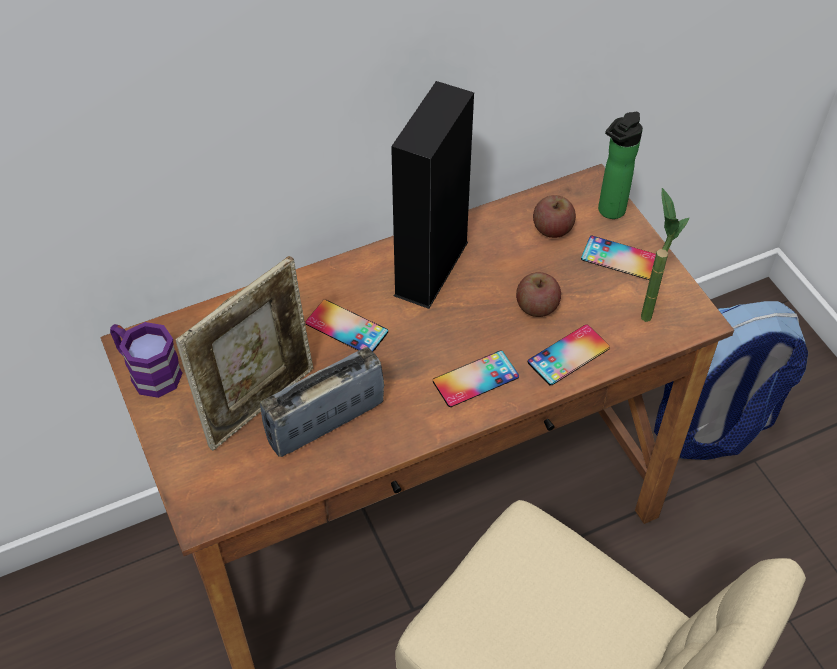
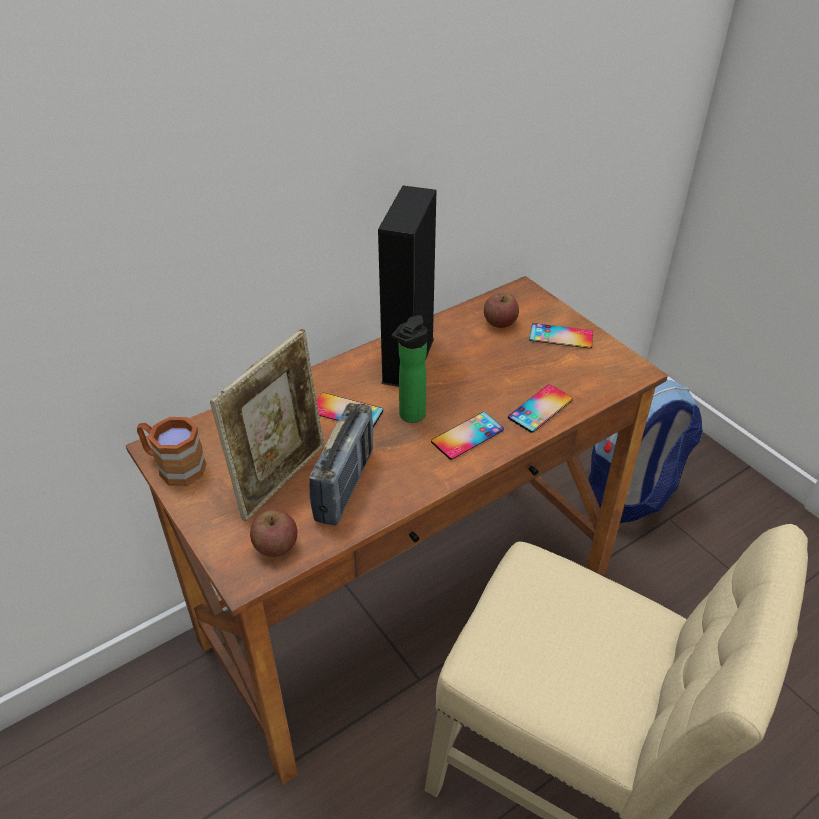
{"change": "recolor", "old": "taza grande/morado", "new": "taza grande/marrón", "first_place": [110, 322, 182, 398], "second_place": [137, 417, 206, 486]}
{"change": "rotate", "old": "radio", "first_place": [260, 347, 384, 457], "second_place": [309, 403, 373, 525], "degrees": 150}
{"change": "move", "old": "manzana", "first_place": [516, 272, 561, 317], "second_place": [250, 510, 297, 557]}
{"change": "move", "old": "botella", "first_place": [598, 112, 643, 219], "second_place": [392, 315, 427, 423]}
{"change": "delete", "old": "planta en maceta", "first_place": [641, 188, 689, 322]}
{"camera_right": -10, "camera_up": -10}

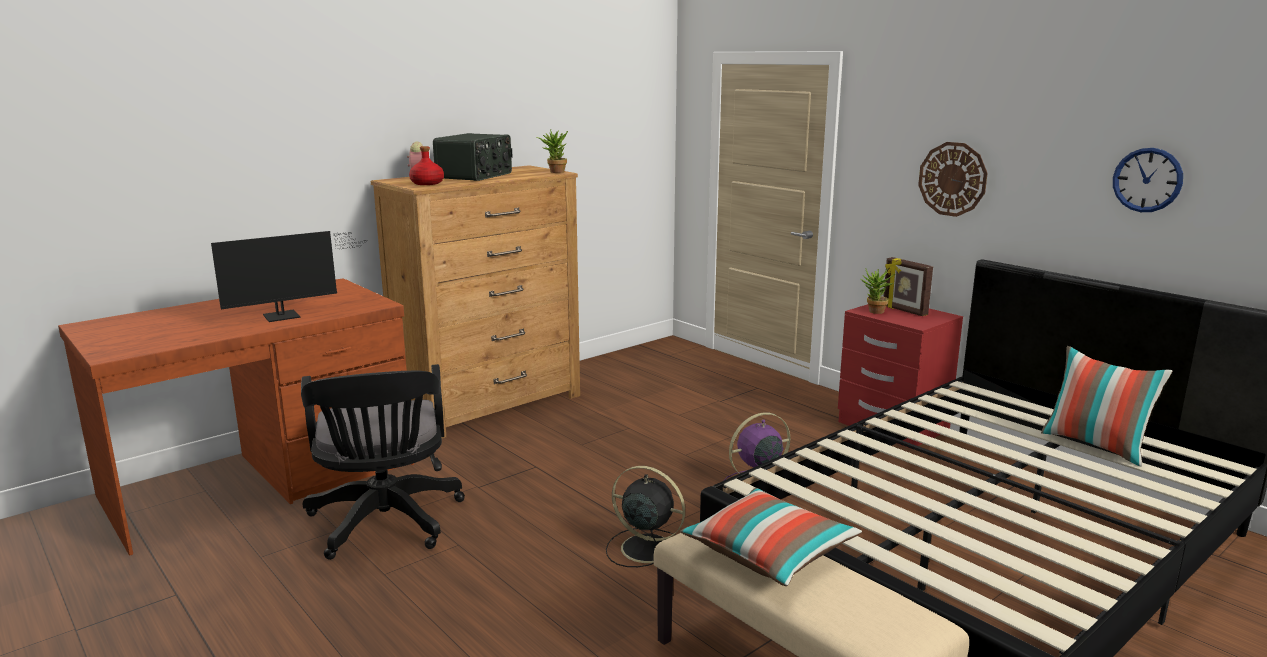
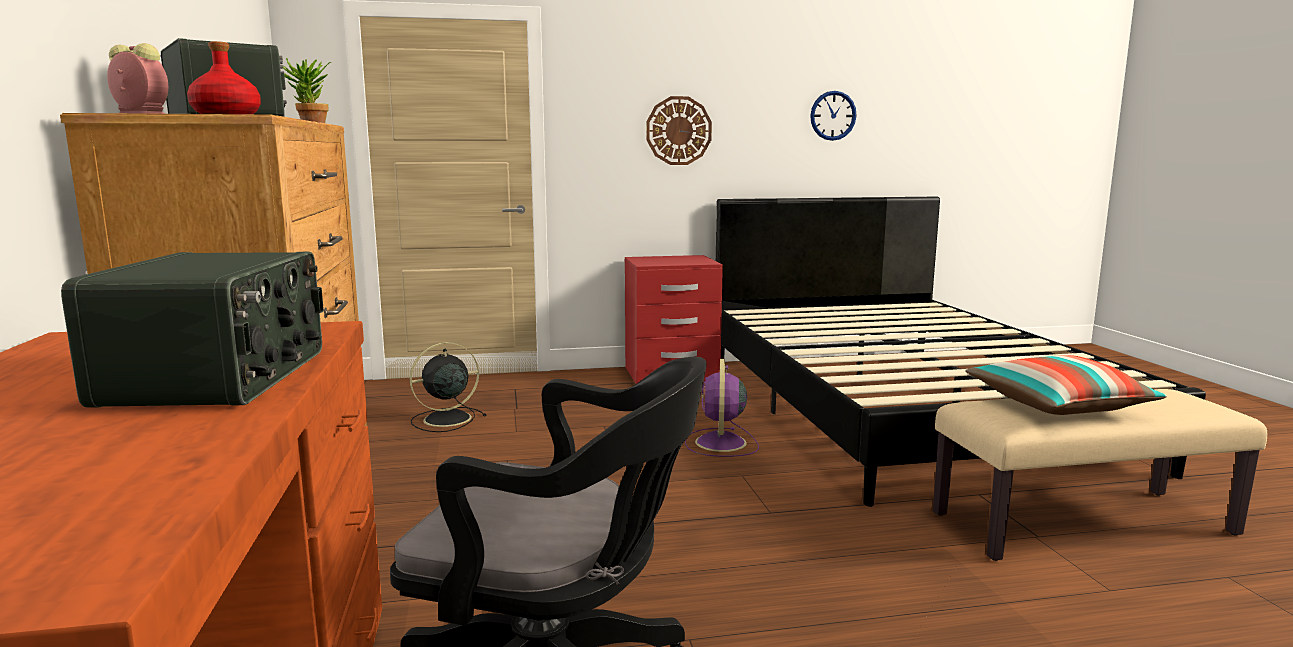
{"change": "replace", "old": "monitor", "new": "radio", "first_place": [211, 231, 364, 322], "second_place": [61, 252, 324, 408]}
{"change": "move", "old": "ventilador/negro", "first_place": [606, 466, 685, 567], "second_place": [410, 342, 487, 432]}
{"change": "delete", "old": "planta en maceta", "first_place": [861, 268, 895, 314]}
{"change": "delete", "old": "portarretratos", "first_place": [883, 257, 933, 316]}
{"change": "delete", "old": "cojín", "first_place": [1041, 346, 1172, 467]}
{"camera_right": -60, "camera_up": -5}

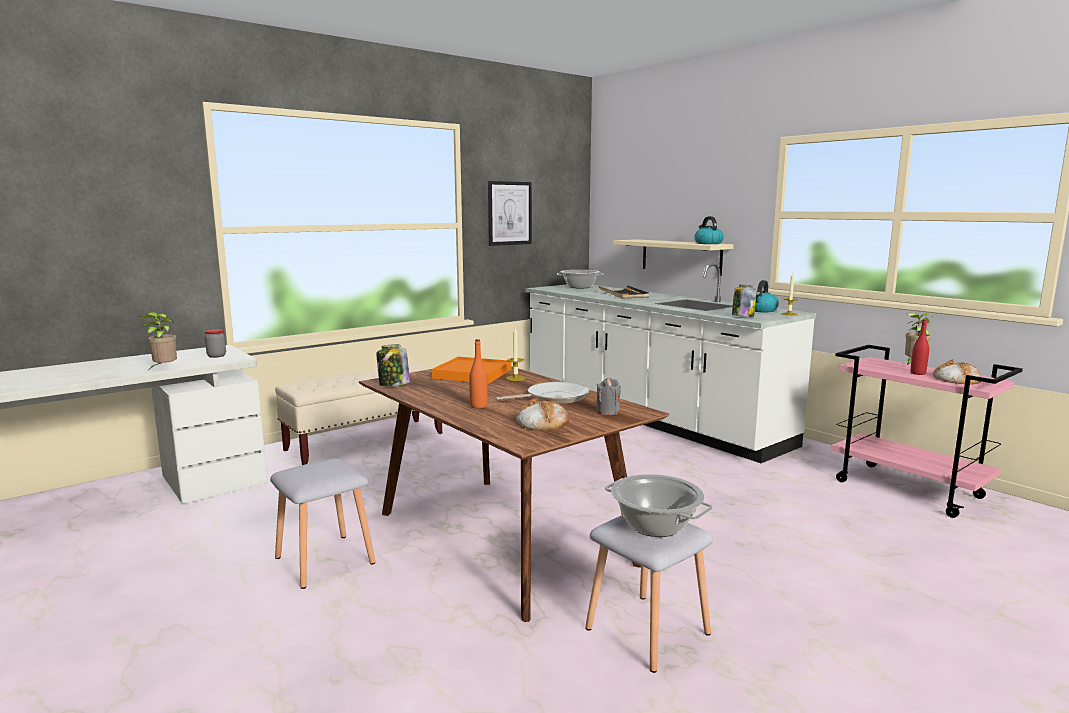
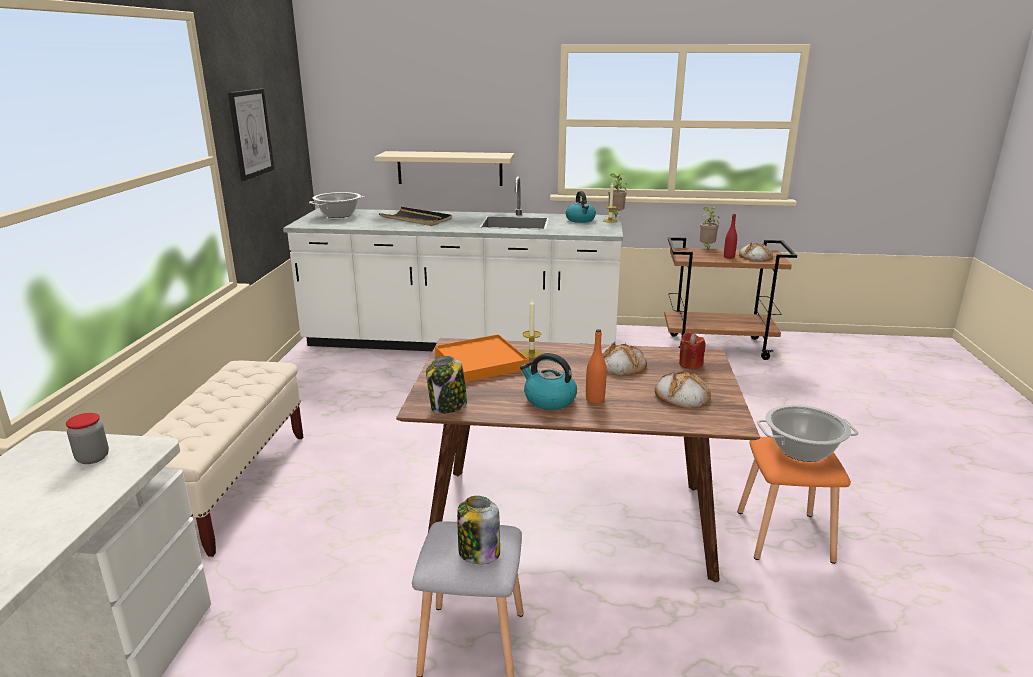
{"change": "move", "old": "planta en maceta", "first_place": [139, 312, 177, 369], "second_place": [608, 173, 627, 217]}
{"change": "replace", "old": "sartén", "new": "pan", "first_place": [496, 382, 589, 404], "second_place": [601, 342, 647, 376]}
{"change": "recolor", "old": "taburete/gris", "new": "taburete/naranja", "first_place": [585, 515, 713, 673], "second_place": [737, 437, 851, 564]}
{"change": "recolor", "old": "vela/gris", "new": "vela/rojo", "first_place": [596, 378, 621, 415], "second_place": [679, 332, 706, 369]}
{"change": "move", "old": "hervidor", "first_place": [694, 216, 724, 244], "second_place": [520, 353, 577, 410]}
{"change": "move", "old": "tarro", "first_place": [732, 285, 756, 317], "second_place": [457, 496, 500, 564]}
{"change": "recolor", "old": "carrito/rosa", "new": "carrito/marrón", "first_place": [831, 345, 1023, 518], "second_place": [664, 237, 797, 360]}
{"camera_right": -45, "camera_up": 10}

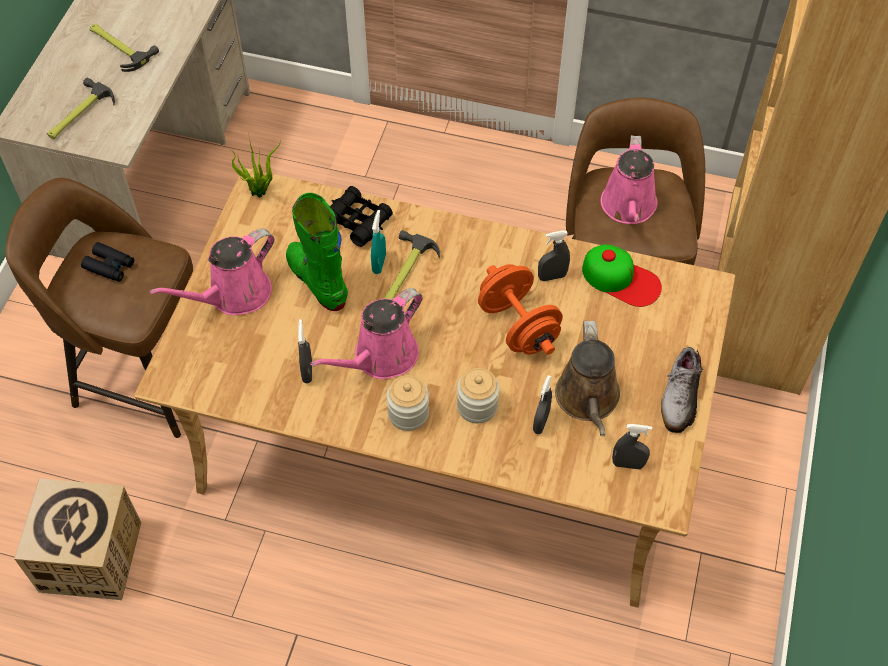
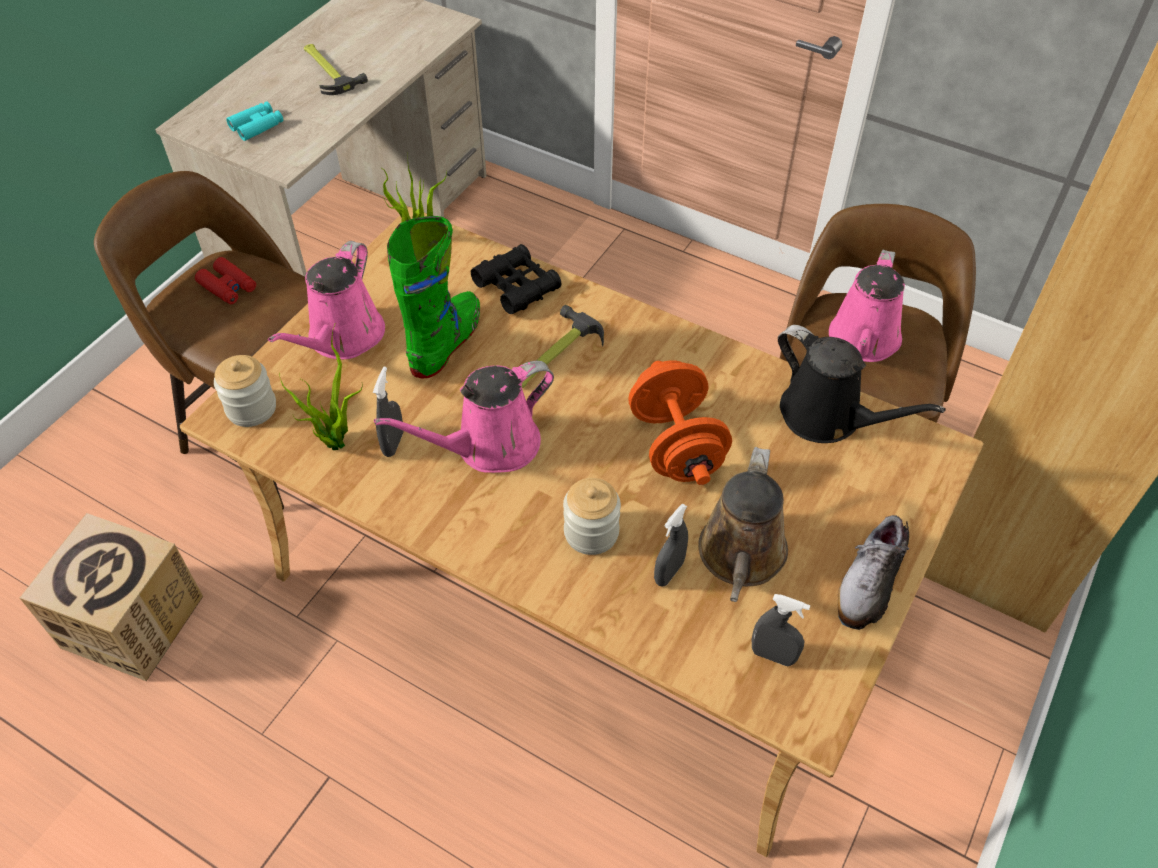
{"change": "replace", "old": "martillo", "new": "prismáticos/turquesa", "first_place": [47, 78, 115, 139], "second_place": [226, 101, 283, 141]}
{"change": "recolor", "old": "prismáticos/negro", "new": "prismáticos/rojo", "first_place": [81, 242, 134, 282], "second_place": [195, 257, 256, 304]}
{"change": "rotate", "old": "regadera/rosa", "first_place": [150, 229, 274, 315], "second_place": [268, 241, 385, 360], "degrees": -45}
{"change": "rotate", "old": "bota/verde", "first_place": [286, 193, 348, 311], "second_place": [387, 216, 480, 379], "degrees": 45}
{"change": "delete", "old": "pulverizador/turquesa", "first_place": [371, 210, 386, 274]}
{"change": "move", "old": "tarro", "first_place": [386, 375, 429, 431], "second_place": [214, 355, 276, 427]}
{"change": "delete", "old": "pulverizador/gris", "first_place": [538, 230, 570, 281]}
{"change": "replace", "old": "gorra", "new": "regadera/negro", "first_place": [582, 244, 662, 307], "second_place": [778, 325, 946, 443]}
{"change": "insert", "new": "planta en maceta", "second_place": [279, 324, 363, 450]}
{"camera_right": 15, "camera_up": -5}

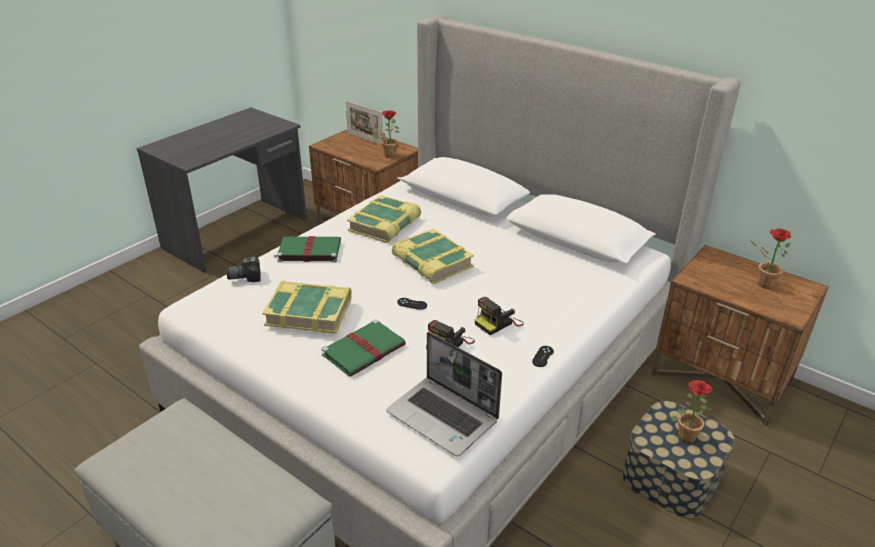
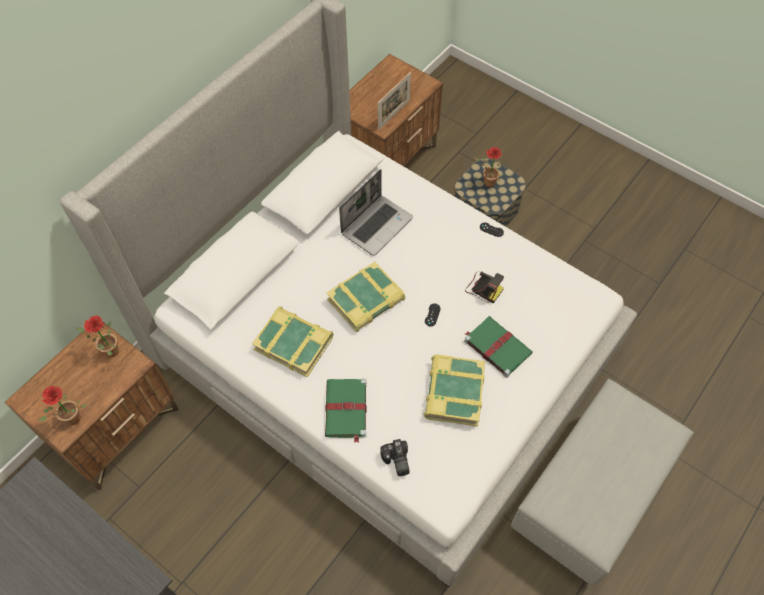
{"change": "move", "old": "portarretratos", "first_place": [346, 101, 383, 145], "second_place": [378, 72, 411, 130]}
{"change": "move", "old": "portátil", "first_place": [386, 332, 502, 457], "second_place": [339, 169, 413, 256]}
{"change": "delete", "old": "cámara", "first_place": [475, 297, 524, 335]}
{"change": "move", "old": "planta en maceta", "first_place": [751, 229, 791, 289], "second_place": [38, 386, 87, 425]}
{"camera_right": -90, "camera_up": 25}

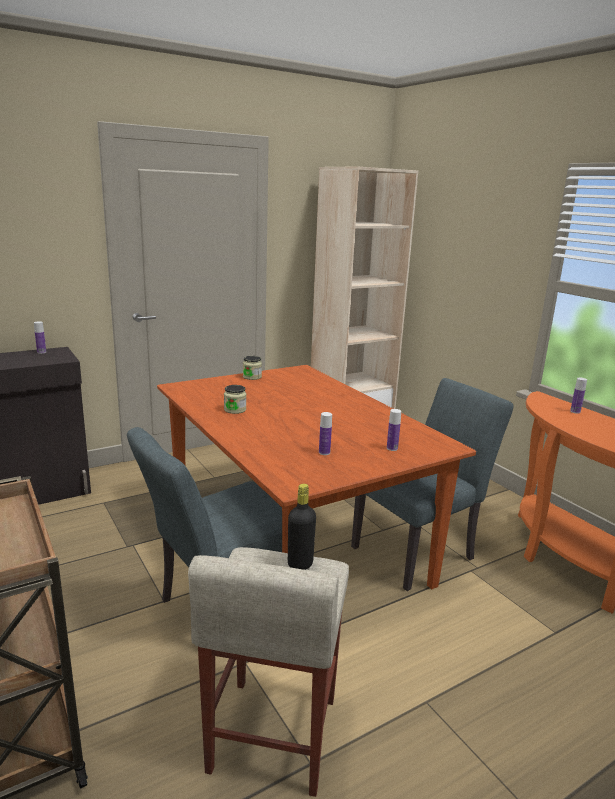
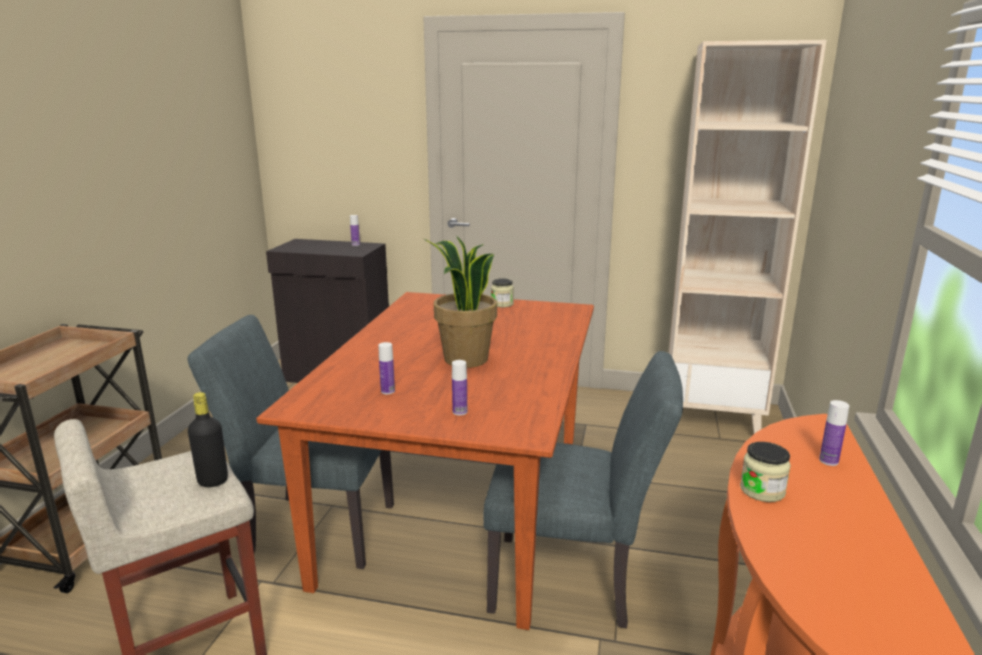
{"change": "move", "old": "tarro", "first_place": [224, 385, 246, 414], "second_place": [740, 442, 791, 502]}
{"change": "insert", "new": "planta en maceta", "second_place": [423, 235, 497, 368]}
{"camera_right": 45, "camera_up": 0}

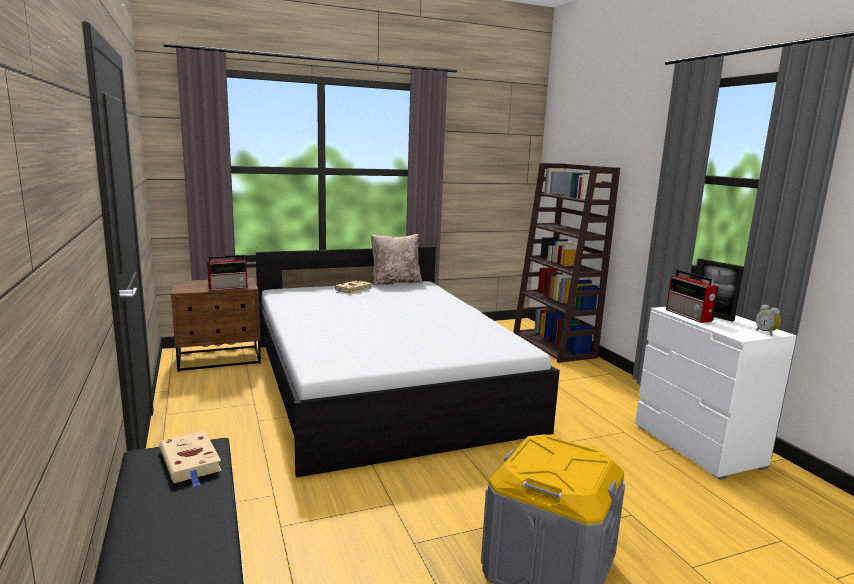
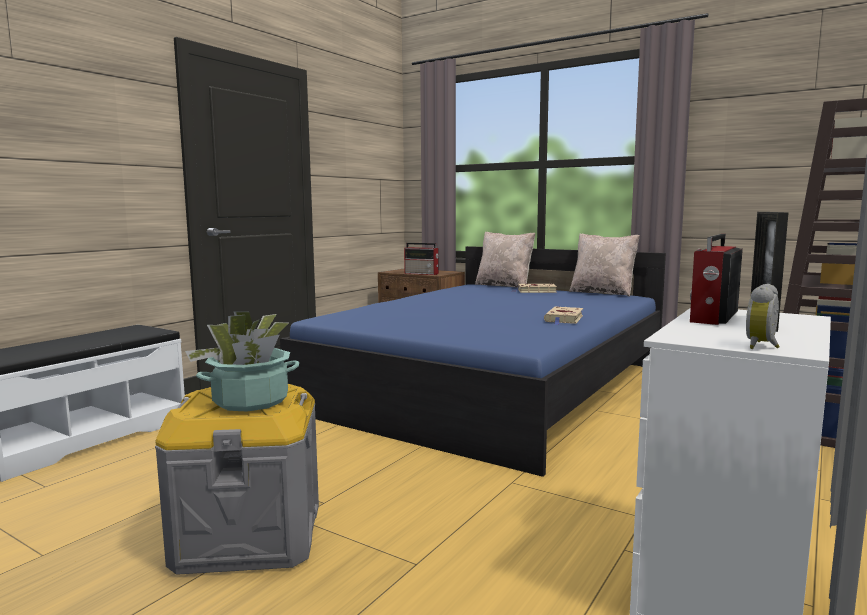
{"change": "move", "old": "libro/beis", "first_place": [159, 431, 222, 487], "second_place": [544, 306, 583, 325]}
{"change": "recolor", "old": "cama/blanco", "new": "cama/azul", "first_place": [256, 246, 560, 478], "second_place": [280, 246, 666, 477]}
{"change": "insert", "new": "planta en maceta", "second_place": [185, 311, 299, 412]}
{"change": "insert", "new": "cojín/beis", "second_place": [475, 231, 535, 287]}
{"camera_right": 55, "camera_up": -5}

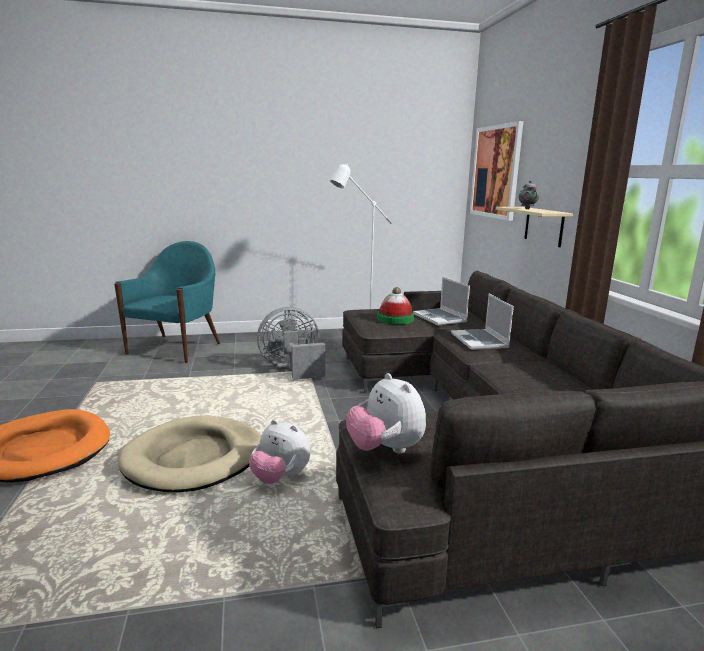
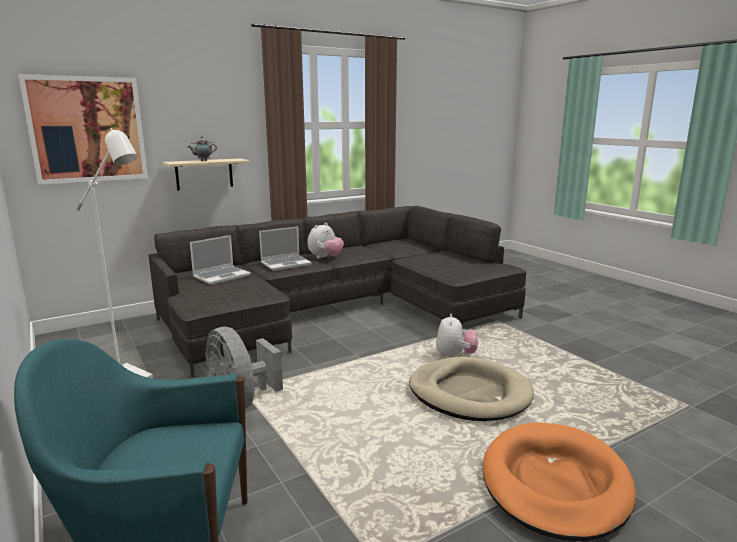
{"change": "move", "old": "peluche", "first_place": [346, 373, 426, 453], "second_place": [307, 223, 344, 259]}
{"change": "delete", "old": "sombrero", "first_place": [377, 287, 414, 324]}
{"camera_right": -110, "camera_up": 0}

